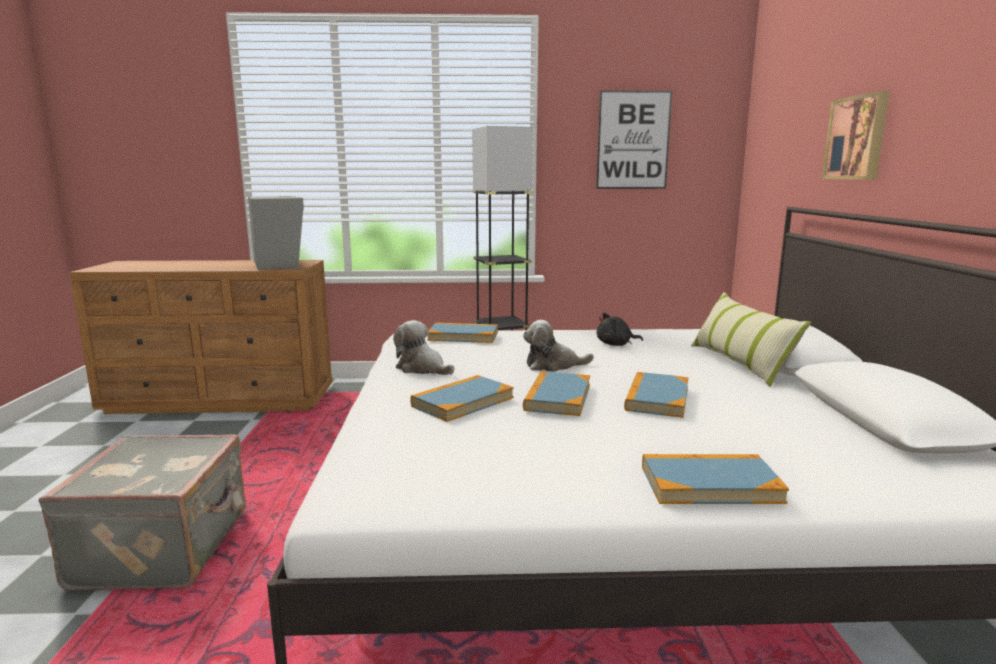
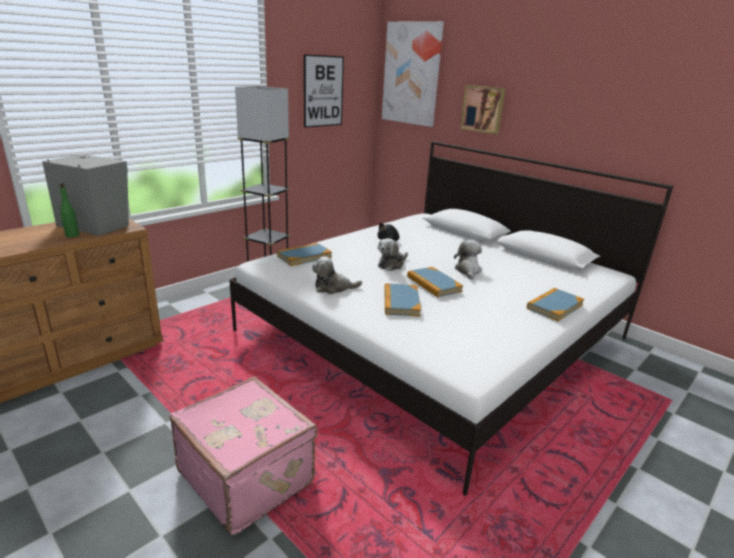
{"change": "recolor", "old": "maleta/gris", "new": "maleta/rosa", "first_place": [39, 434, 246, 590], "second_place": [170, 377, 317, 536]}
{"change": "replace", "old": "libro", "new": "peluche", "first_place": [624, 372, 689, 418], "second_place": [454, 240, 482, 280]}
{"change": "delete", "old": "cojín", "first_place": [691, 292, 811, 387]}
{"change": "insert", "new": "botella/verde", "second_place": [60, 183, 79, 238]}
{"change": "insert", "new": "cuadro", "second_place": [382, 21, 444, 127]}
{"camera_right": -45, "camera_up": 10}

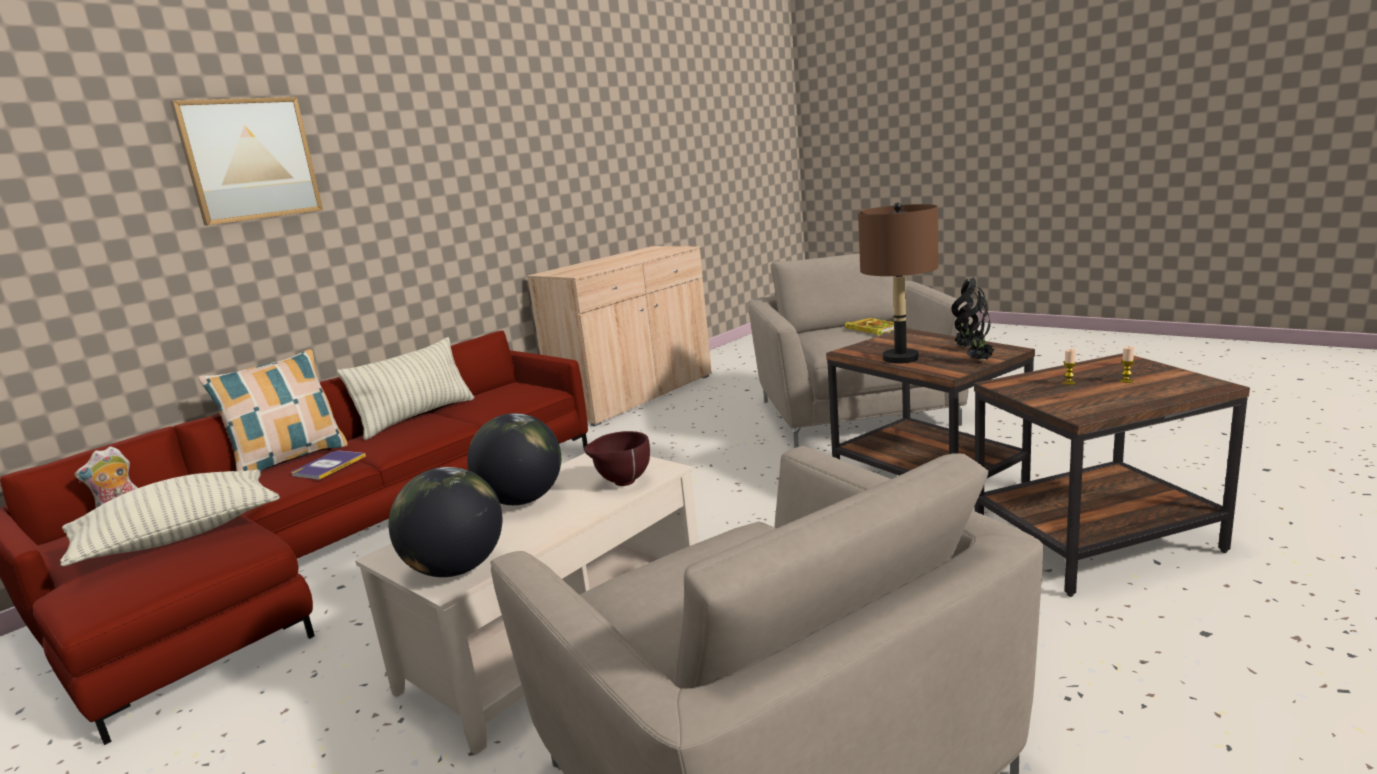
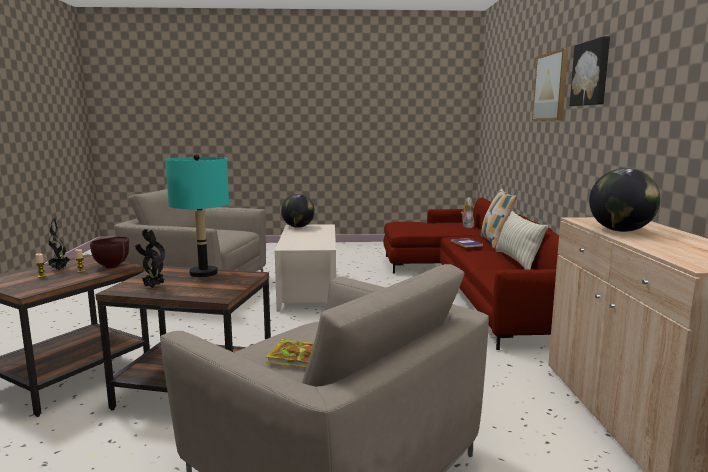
{"change": "delete", "old": "cojín", "first_place": [60, 469, 280, 566]}
{"change": "move", "old": "globo terráqueo", "first_place": [467, 413, 561, 505], "second_place": [589, 168, 661, 232]}
{"change": "move", "old": "cuenco/marrón", "first_place": [584, 431, 650, 486], "second_place": [90, 236, 129, 268]}
{"change": "recolor", "old": "lámpara de mesa/marrón", "new": "lámpara de mesa/turquesa", "first_place": [858, 203, 938, 364], "second_place": [165, 154, 229, 277]}
{"change": "move", "old": "planta en maceta", "first_place": [967, 287, 994, 361], "second_place": [48, 217, 70, 270]}
{"change": "insert", "new": "cuadro", "second_place": [570, 36, 610, 106]}
{"camera_right": 135, "camera_up": -5}

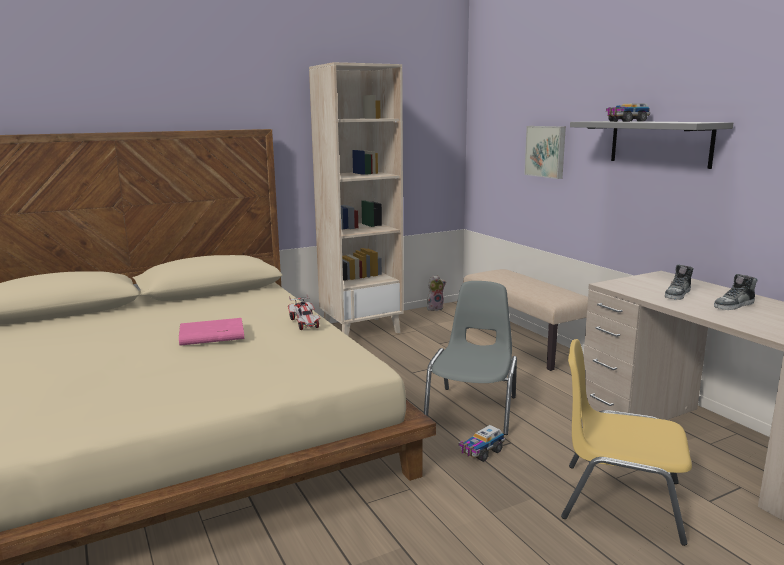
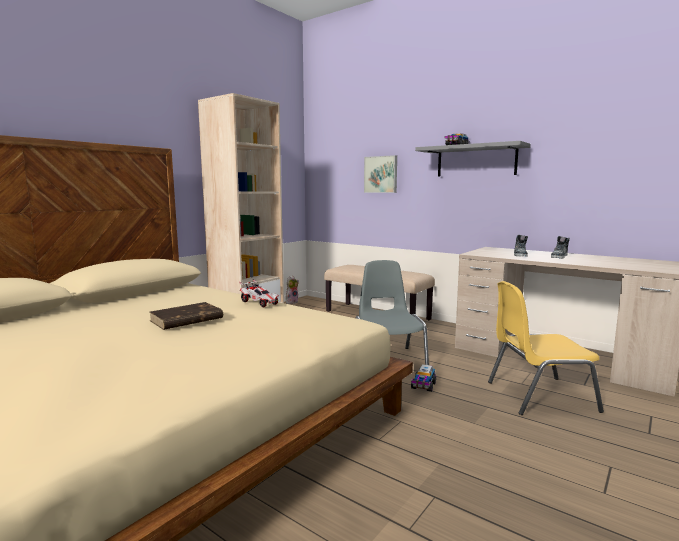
{"change": "recolor", "old": "libro/rosa", "new": "libro/marrón", "first_place": [179, 318, 244, 346], "second_place": [150, 302, 223, 330]}
{"camera_right": -25, "camera_up": -5}

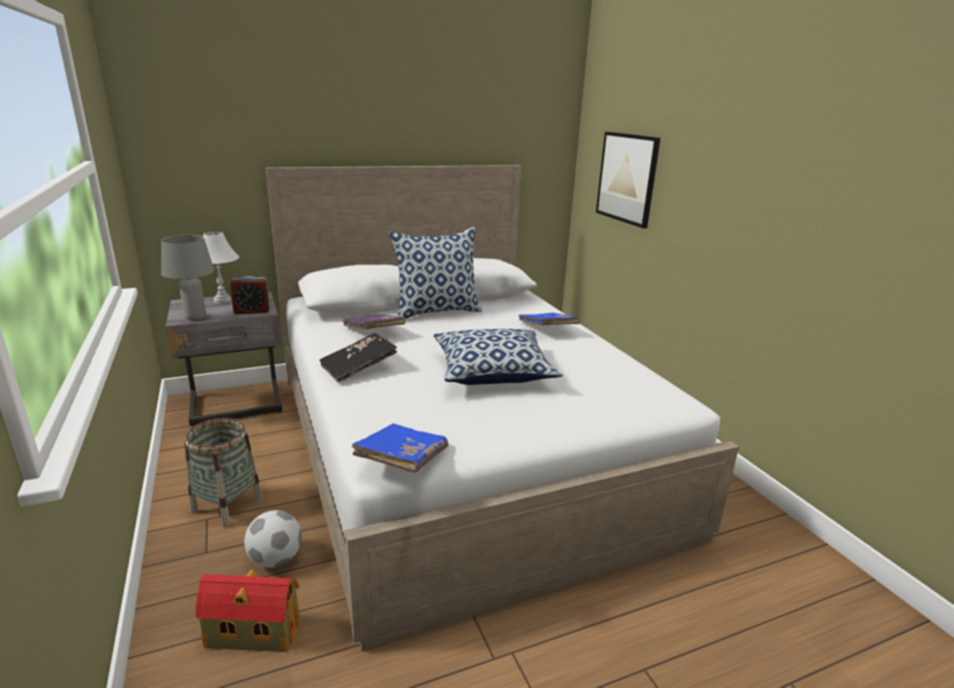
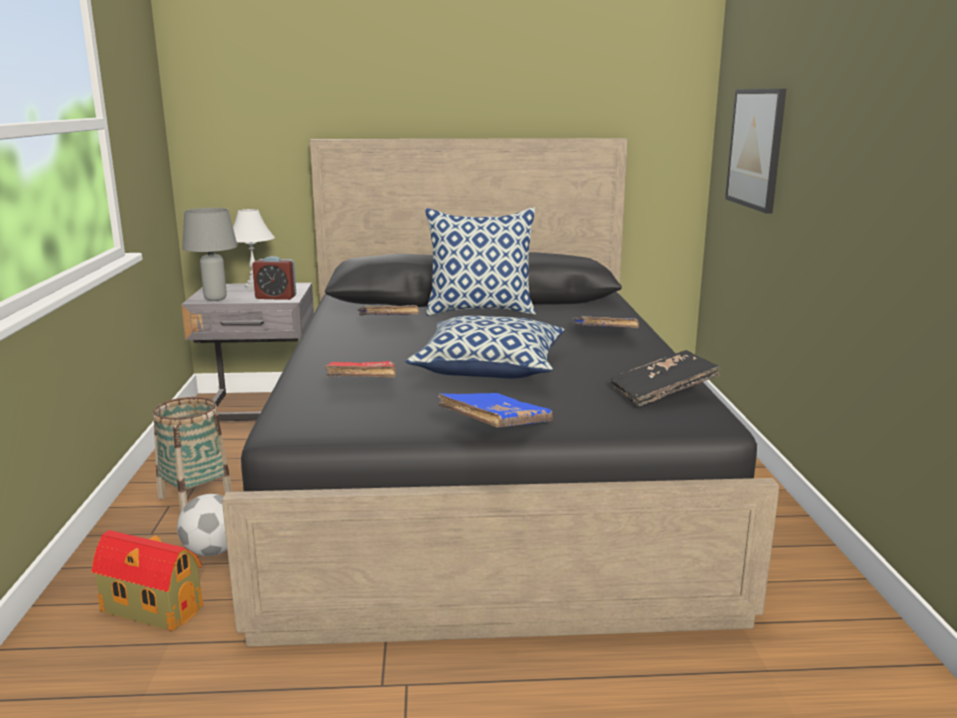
{"change": "recolor", "old": "cama/blanco", "new": "cama/negro", "first_place": [266, 165, 739, 651], "second_place": [222, 138, 780, 647]}
{"change": "move", "old": "libro/negro", "first_place": [319, 333, 397, 383], "second_place": [611, 350, 720, 406]}
{"change": "move", "old": "libro/azul", "first_place": [352, 423, 448, 473], "second_place": [438, 393, 553, 427]}
{"change": "insert", "new": "libro/rojo", "second_place": [325, 361, 396, 377]}
{"camera_right": 20, "camera_up": -5}

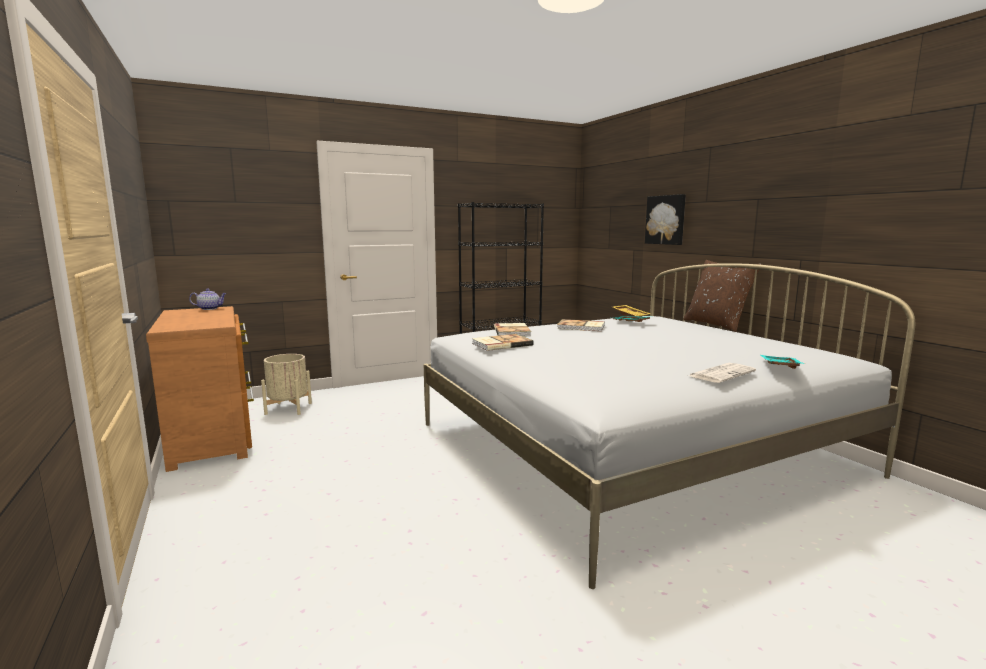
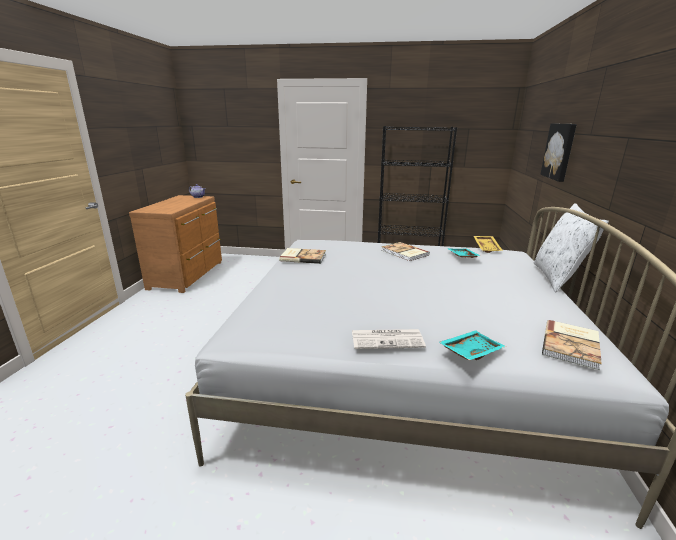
{"change": "delete", "old": "maceta/beis", "first_place": [261, 354, 312, 415]}
{"change": "move", "old": "libro", "first_place": [494, 323, 531, 336], "second_place": [542, 320, 602, 370]}
{"change": "recolor", "old": "cojín/marrón", "new": "cojín/blanco", "first_place": [683, 260, 762, 332], "second_place": [534, 203, 609, 292]}
{"camera_right": 35, "camera_up": 10}

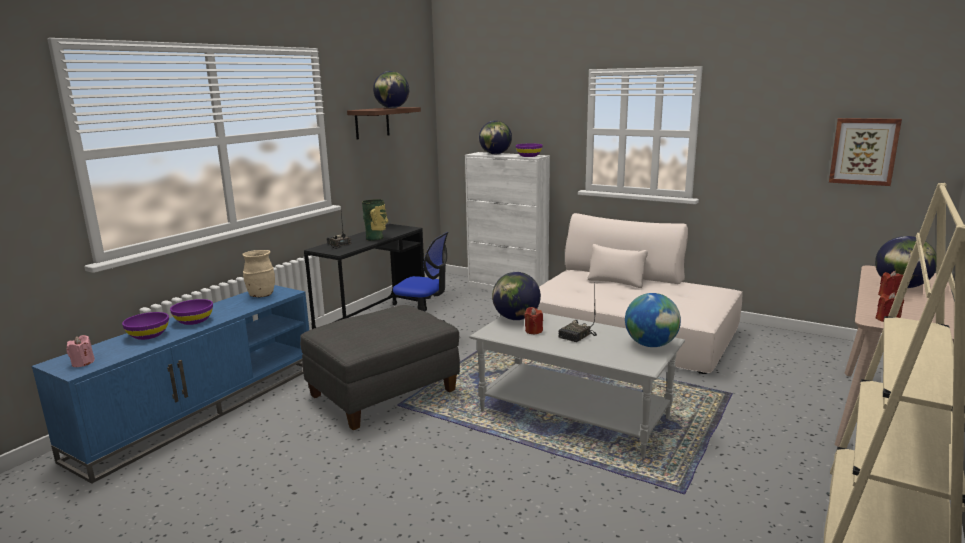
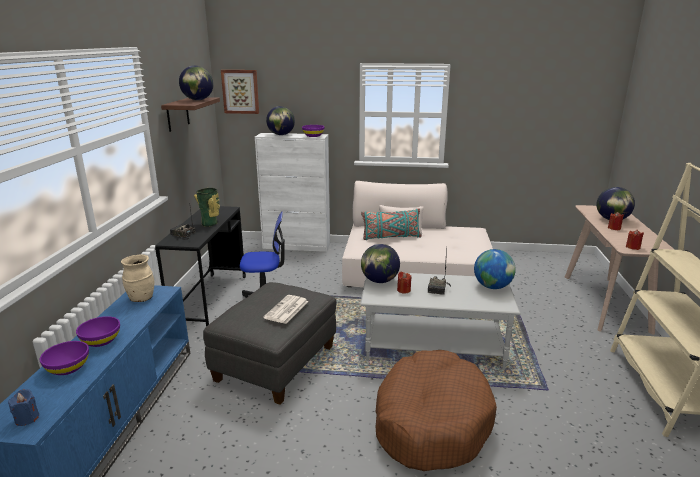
{"change": "recolor", "old": "vela/rosa", "new": "vela/azul", "first_place": [67, 335, 95, 367], "second_place": [8, 389, 39, 426]}
{"change": "move", "old": "cuadro", "first_place": [829, 118, 902, 186], "second_place": [221, 70, 259, 114]}
{"change": "insert", "new": "periódico", "second_place": [263, 295, 309, 324]}
{"change": "insert", "new": "cojín/turquesa", "second_place": [361, 208, 421, 240]}
{"change": "insert", "new": "cama para perro/marrón", "second_place": [376, 350, 497, 471]}
{"camera_right": -25, "camera_up": 5}

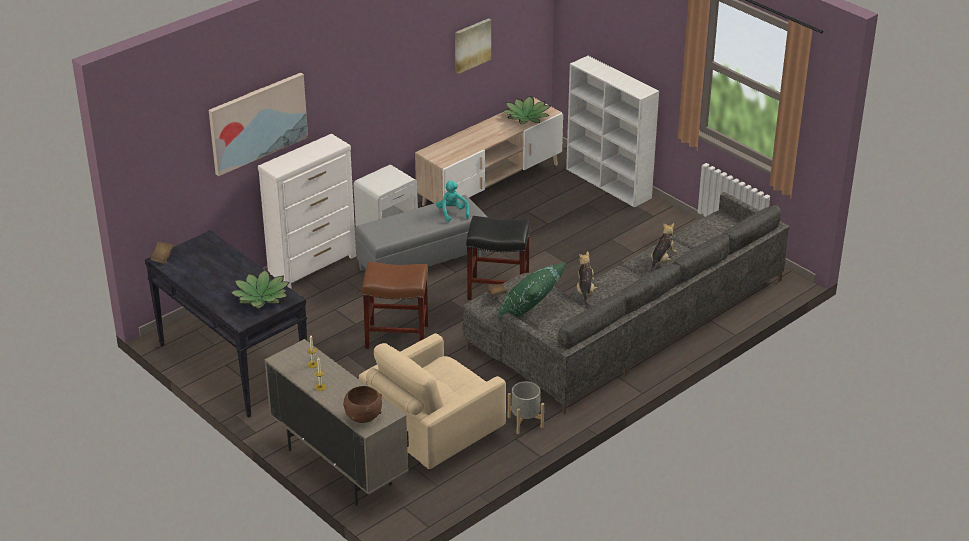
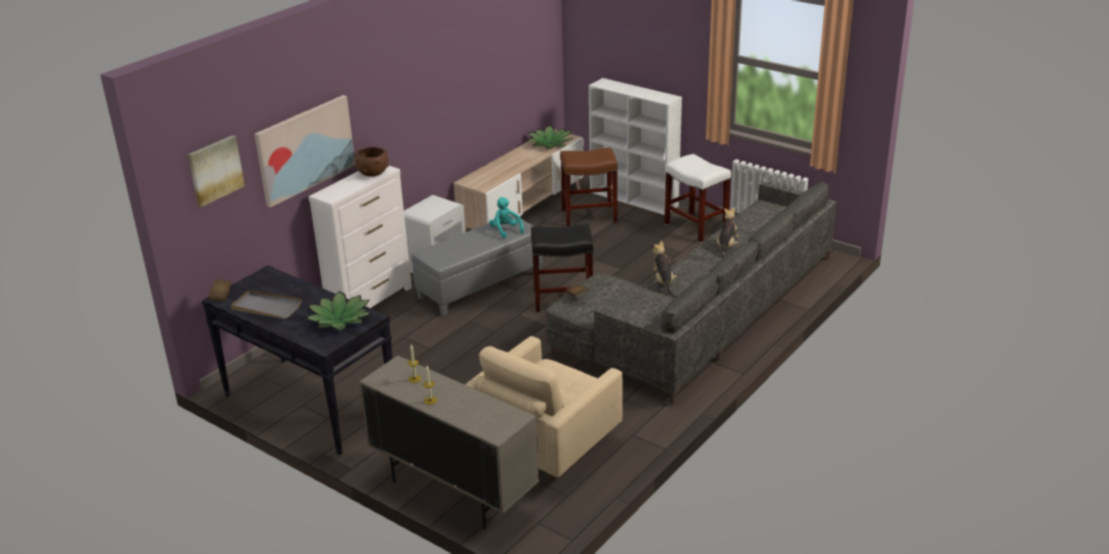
{"change": "move", "old": "cuenco/marrón", "first_place": [343, 386, 382, 423], "second_place": [355, 147, 389, 177]}
{"change": "move", "old": "taburete/marrón", "first_place": [362, 262, 429, 349], "second_place": [560, 147, 618, 226]}
{"change": "move", "old": "cuadro", "first_place": [455, 18, 491, 74], "second_place": [188, 135, 245, 207]}
{"change": "delete", "old": "cojín/verde", "first_place": [499, 262, 567, 320]}
{"change": "delete", "old": "maceta/gris", "first_place": [508, 381, 544, 434]}
{"change": "insert", "new": "bandeja/gris", "second_place": [231, 290, 302, 319]}
{"change": "insert", "new": "taburete/blanco", "second_place": [664, 154, 731, 243]}
{"camera_right": -10, "camera_up": -5}

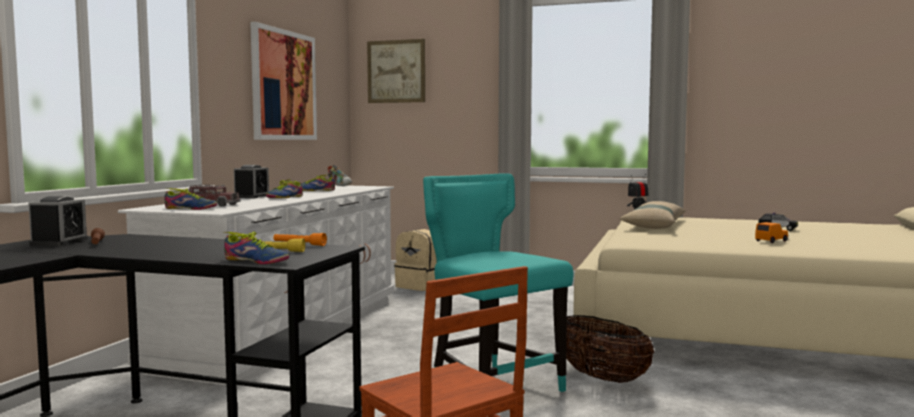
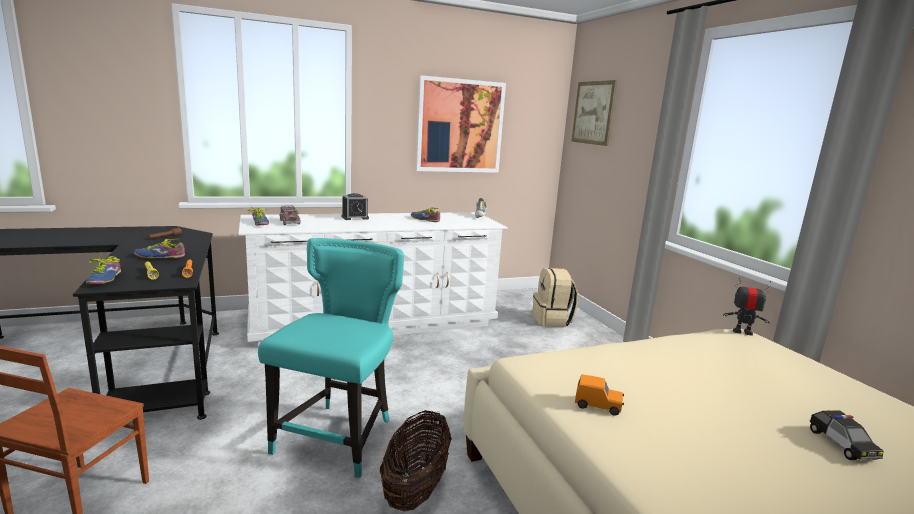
{"change": "delete", "old": "despertador", "first_place": [28, 196, 88, 246]}
{"change": "move", "old": "zapato", "first_place": [266, 179, 303, 198], "second_place": [134, 239, 185, 259]}
{"change": "delete", "old": "cojín/beis", "first_place": [619, 201, 685, 229]}
{"change": "move", "old": "coche de juguete/naranja", "first_place": [755, 222, 788, 243], "second_place": [575, 374, 624, 416]}
{"camera_right": 50, "camera_up": 10}

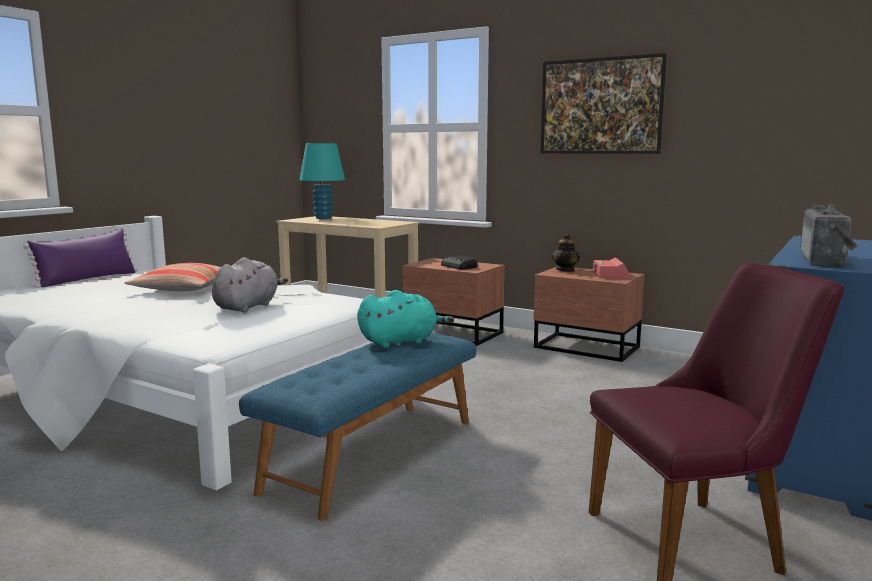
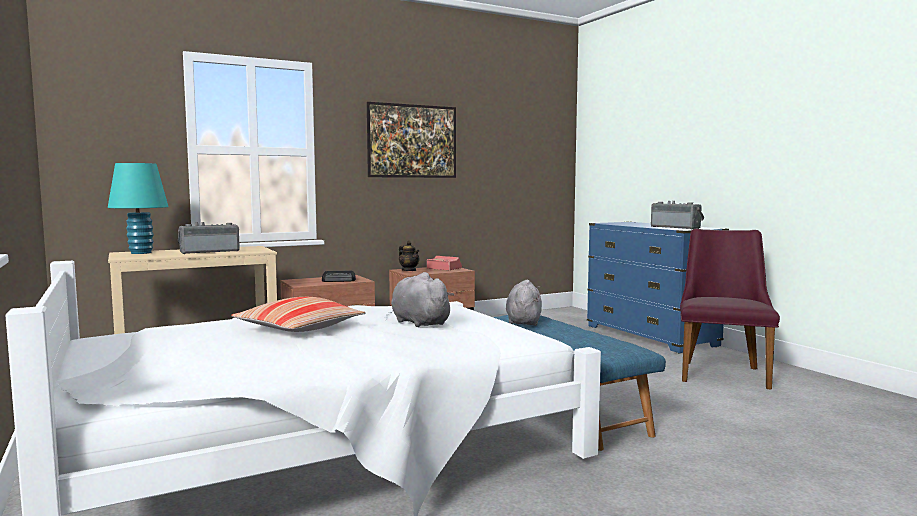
{"change": "delete", "old": "cojín/morado", "first_place": [23, 228, 137, 288]}
{"change": "recolor", "old": "peluche/turquesa", "new": "peluche/gris", "first_place": [357, 290, 454, 348], "second_place": [506, 280, 542, 326]}
{"change": "insert", "new": "radio", "second_place": [178, 222, 240, 254]}
{"camera_right": -60, "camera_up": -5}

